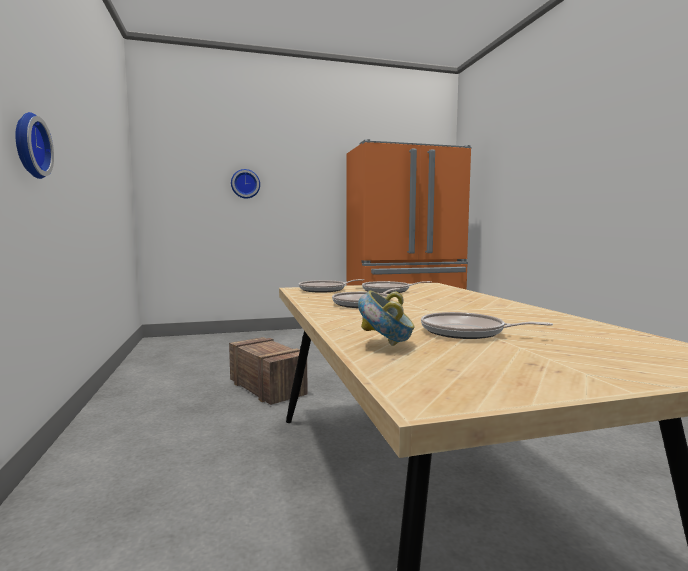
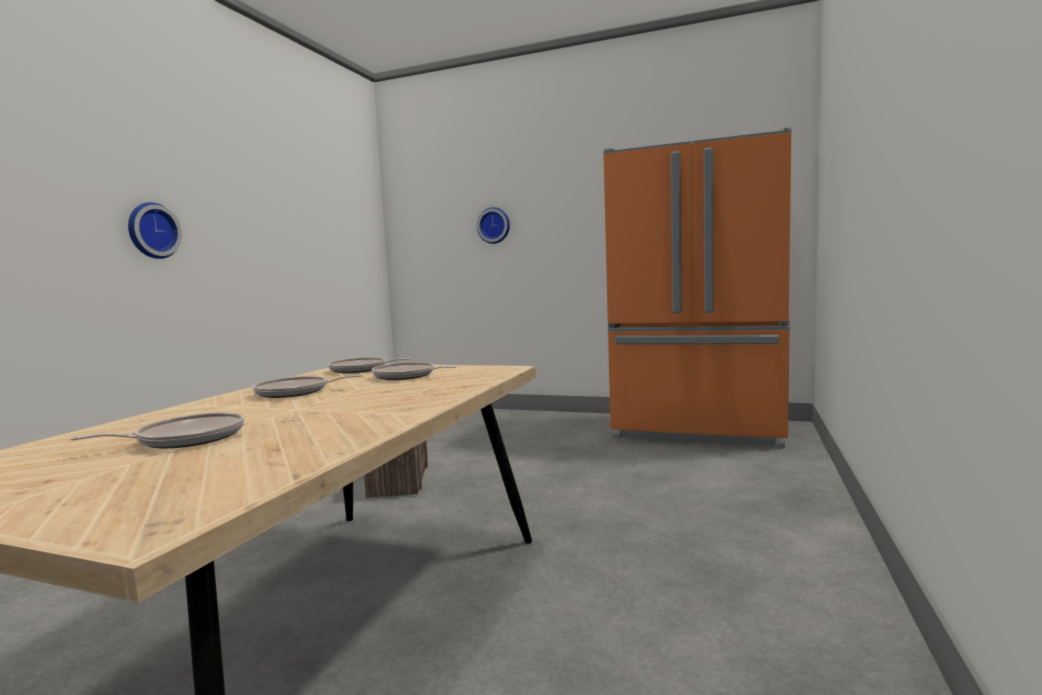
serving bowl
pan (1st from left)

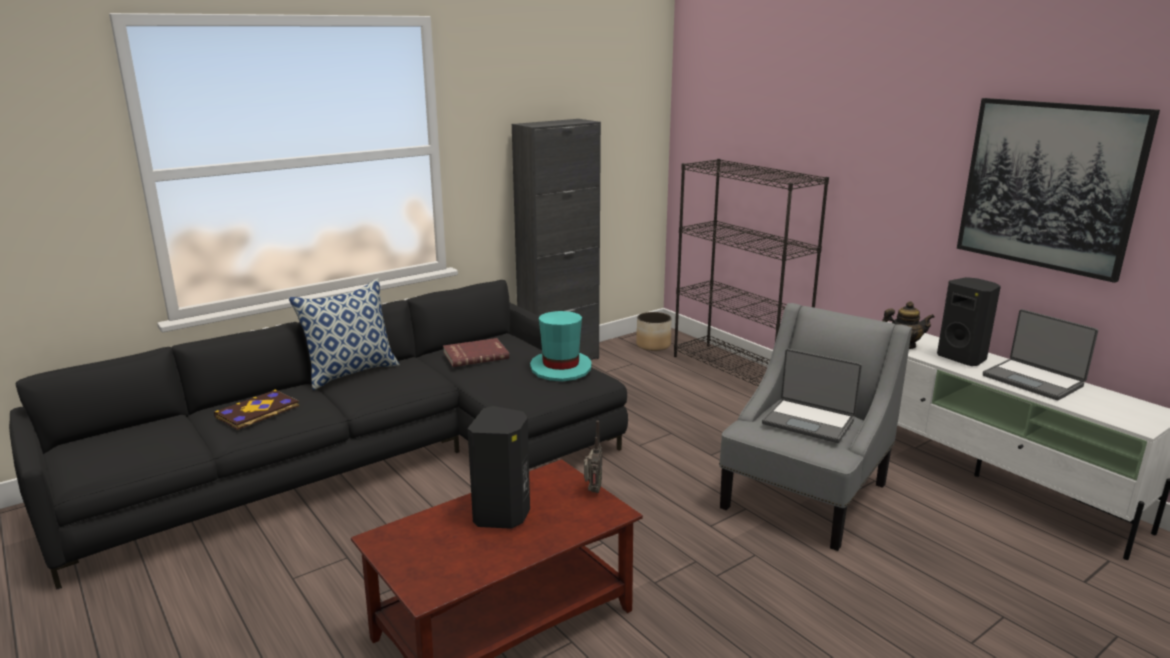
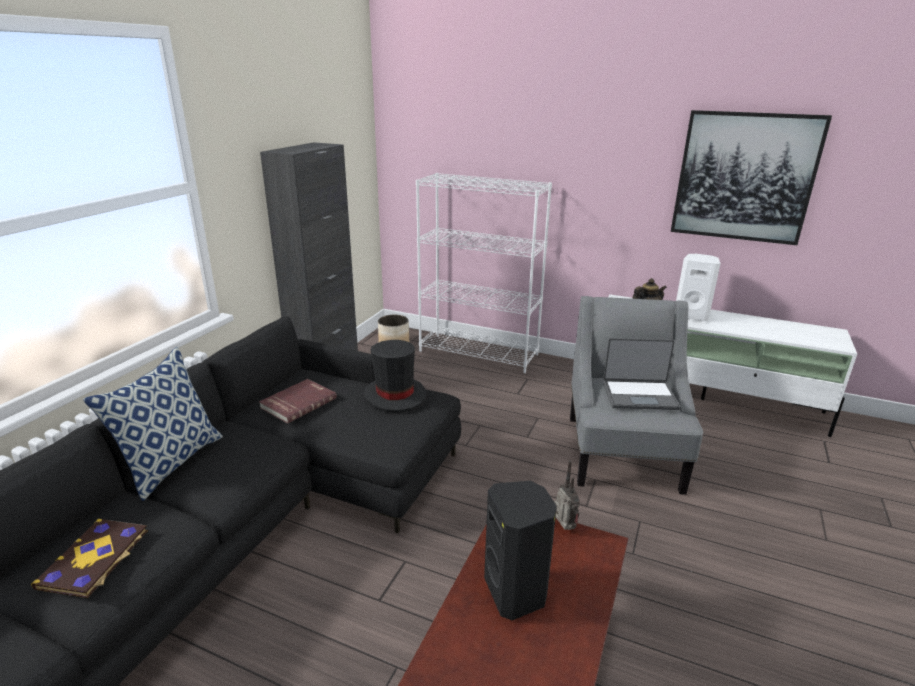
notebook computer (2nd from left in the first image)
black clothing hat
white-coloured bookshelf
white-coloured audio speaker

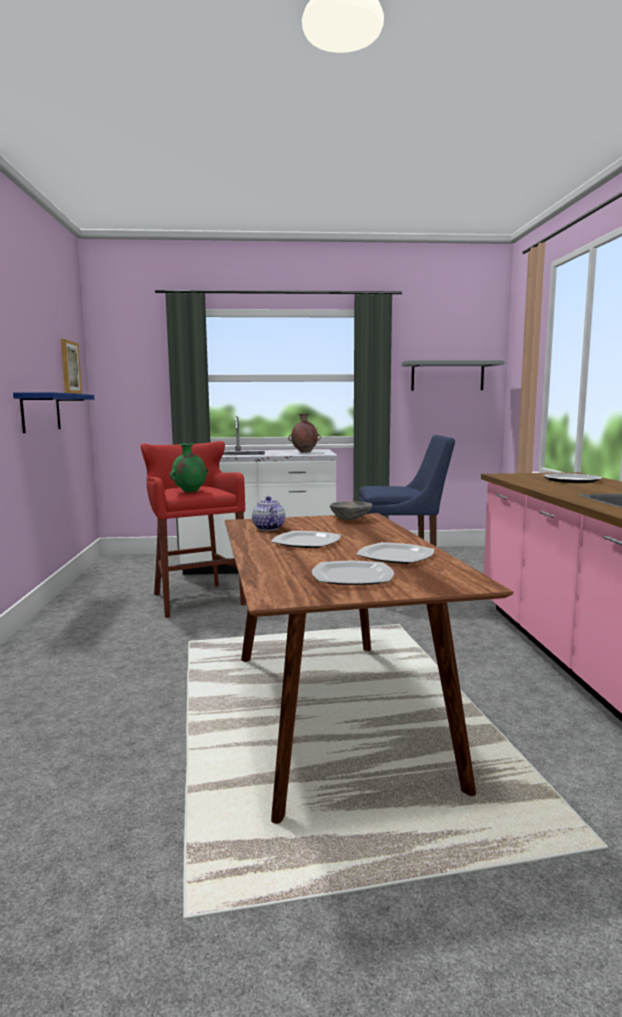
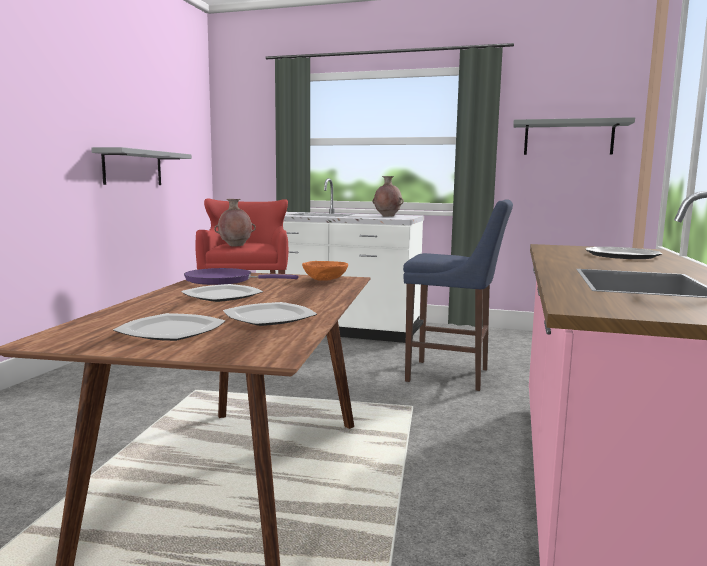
picture
purple pan
grey shelf (1st from left)
brown decorative vase (1st from left)
orangey serving bowl

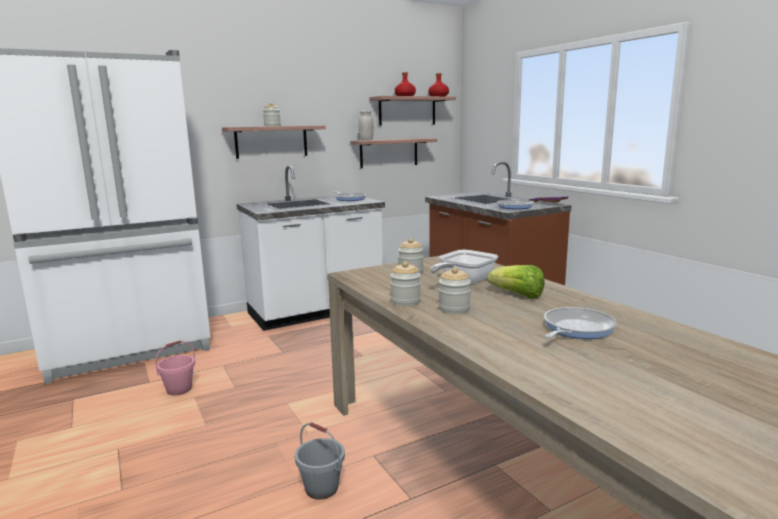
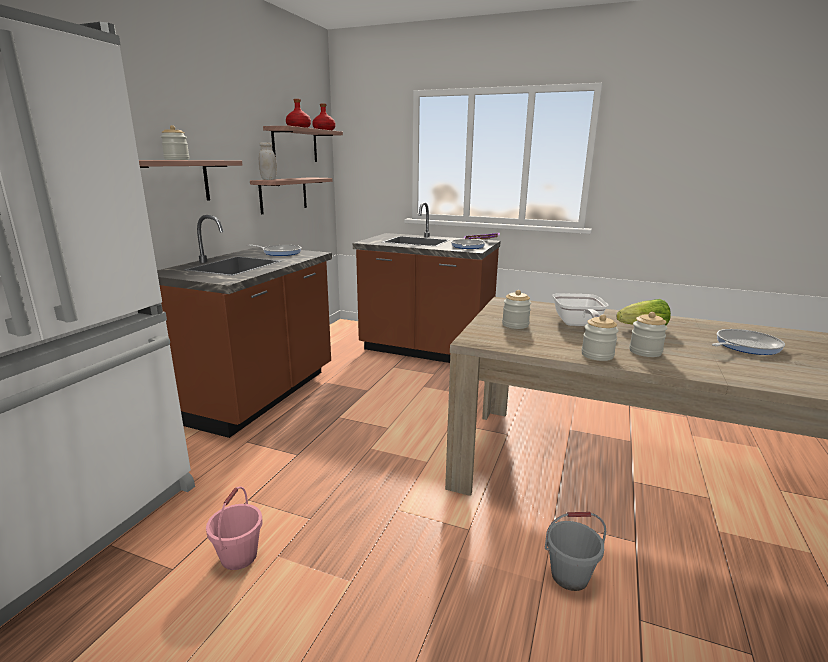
brown kitchen counter (1st from left)
pan (4th from left)

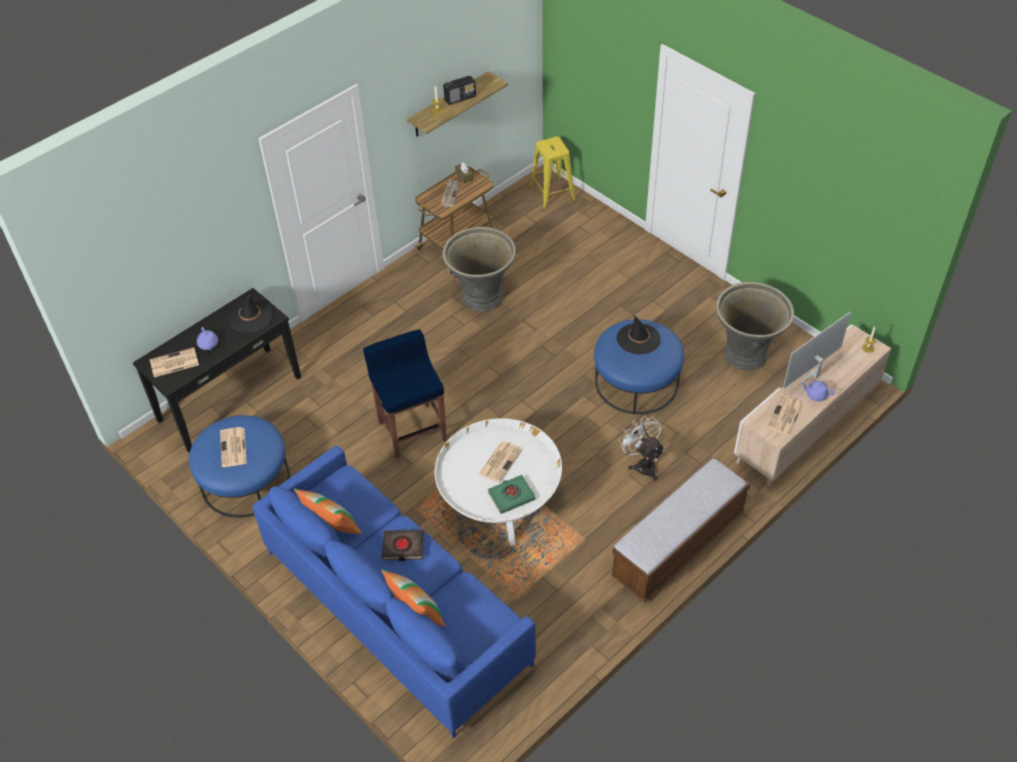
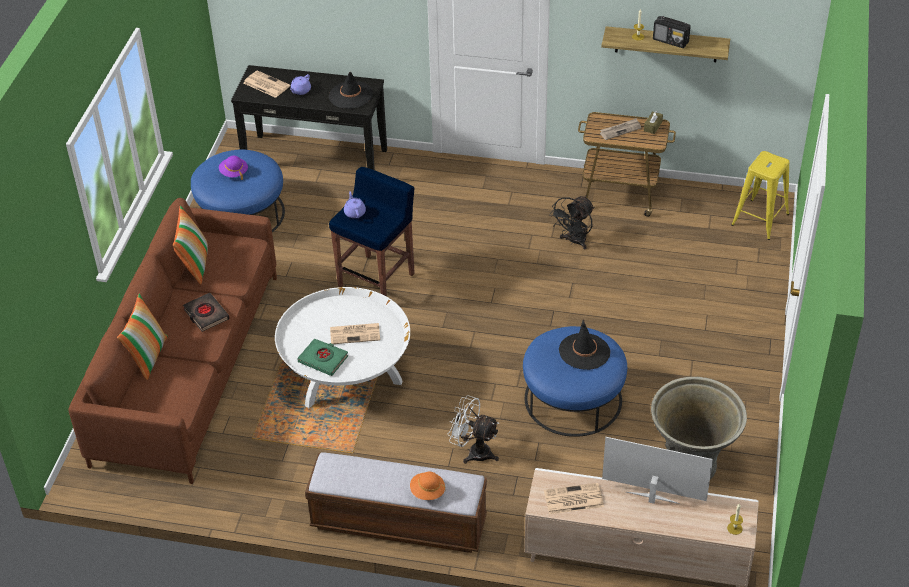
orangey clothing hat
purple tea pot (2nd from left)
purple clothing hat
black cooling fan
brown settee
white-coloured cooling fan

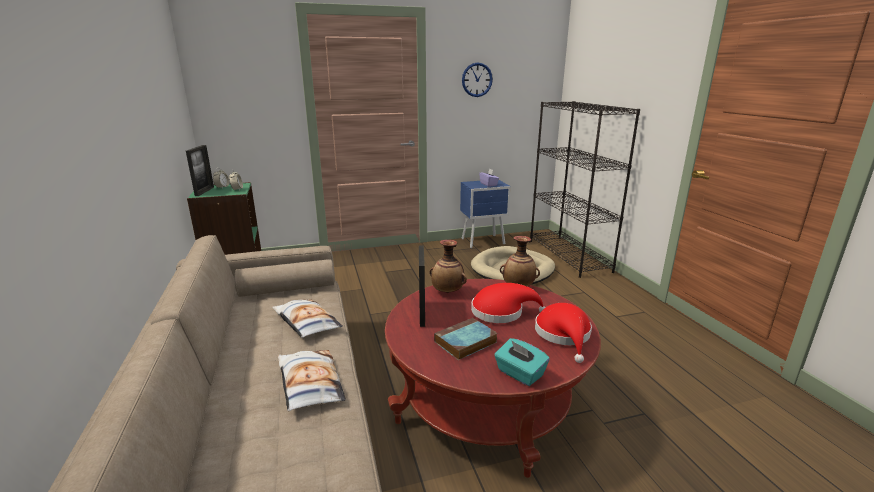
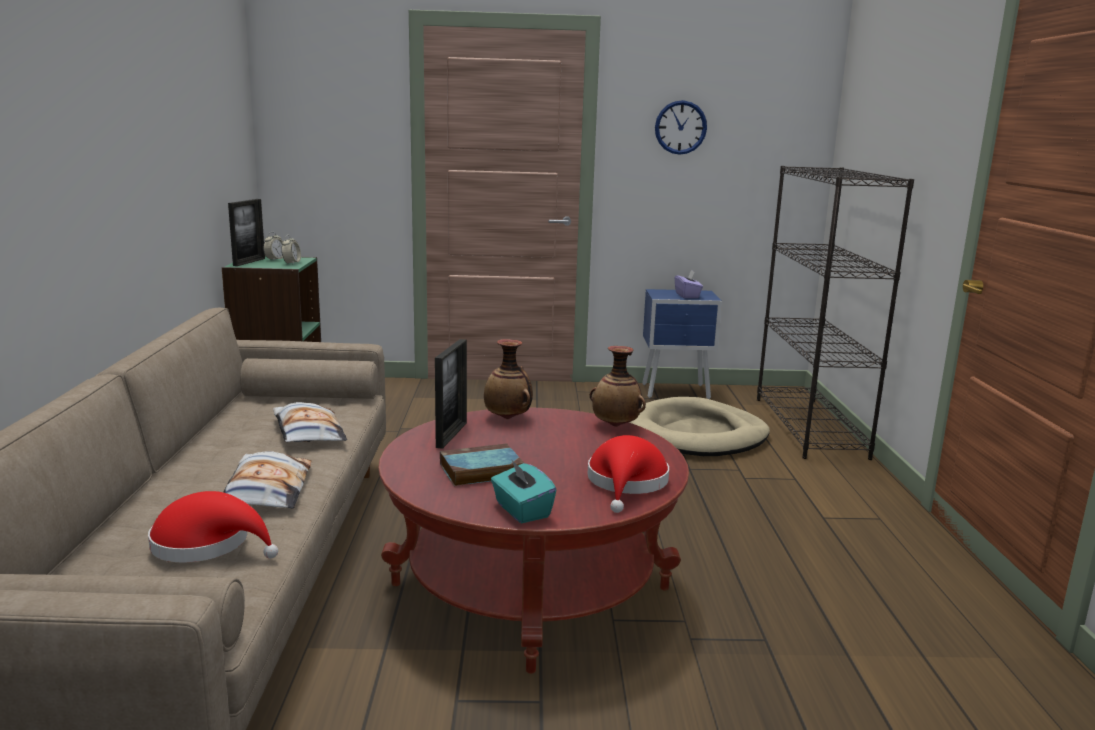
reddish clothing hat (1st from left)

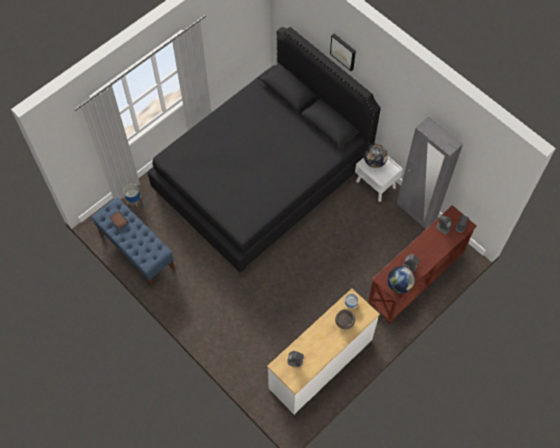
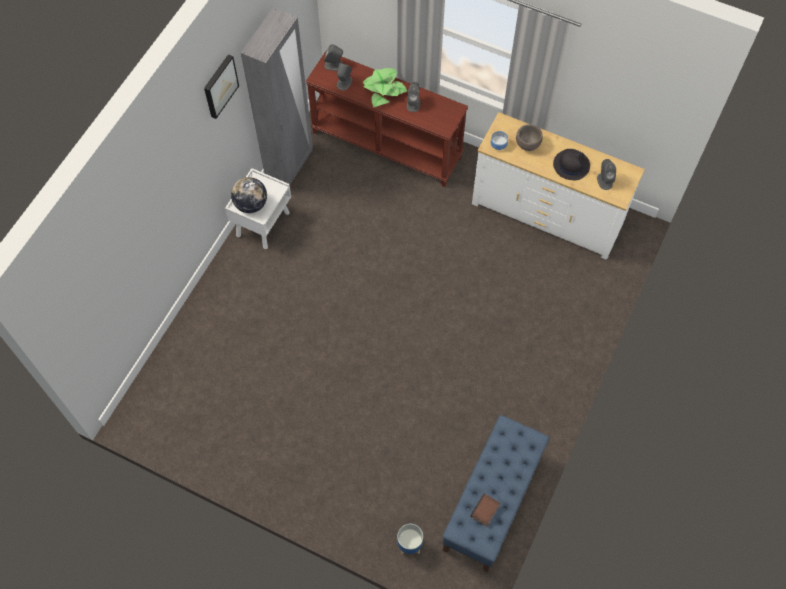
black sleeping bed
world globe (2nd from left in the first image)
potted plant
black clothing hat
picture

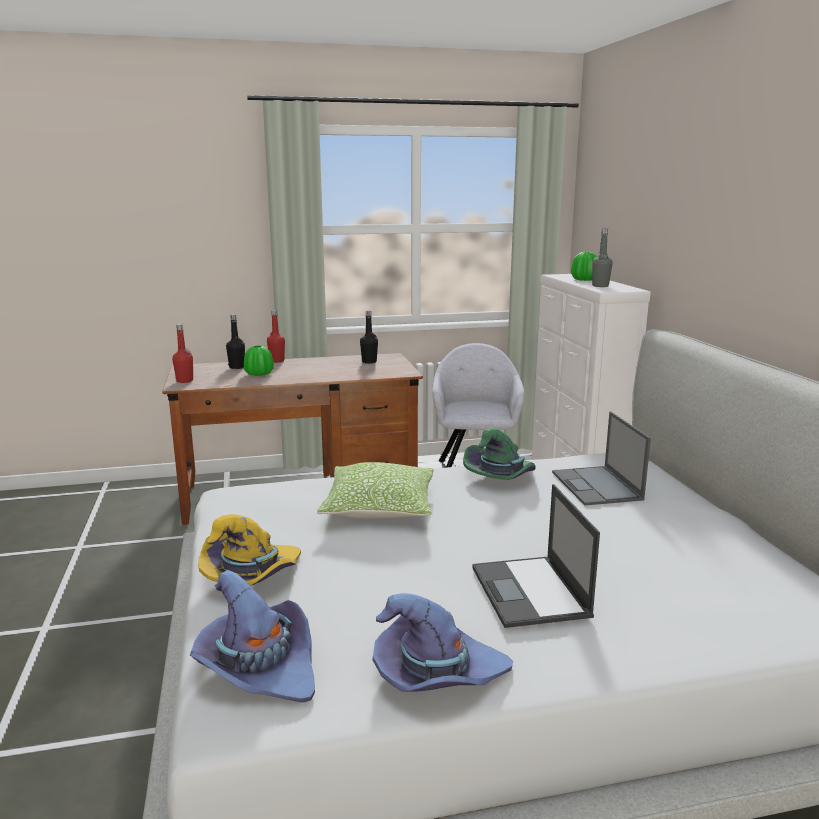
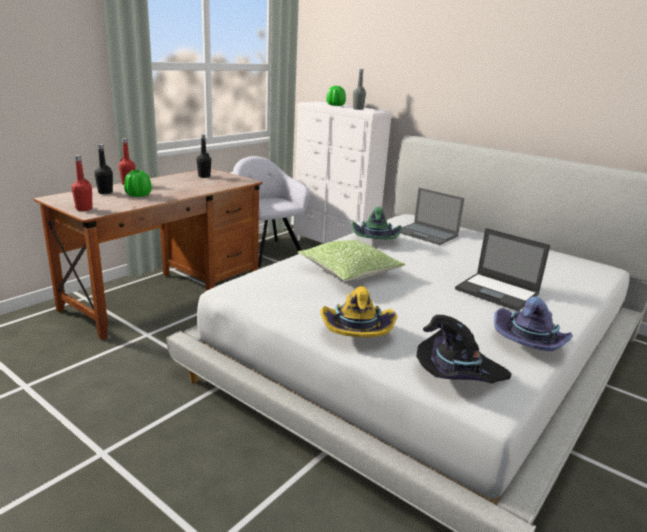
black clothing hat

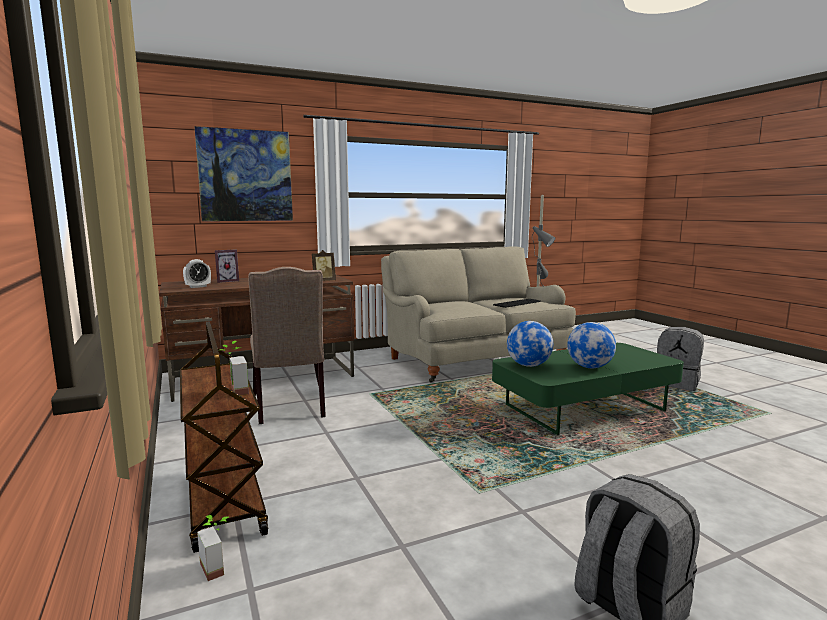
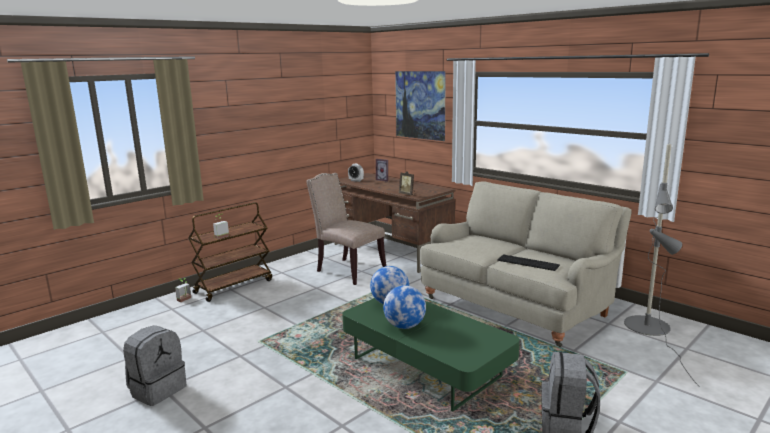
sand-coloured upright chair

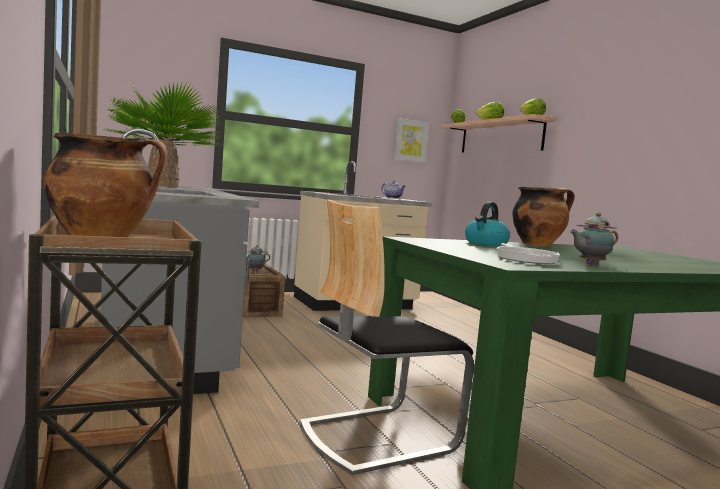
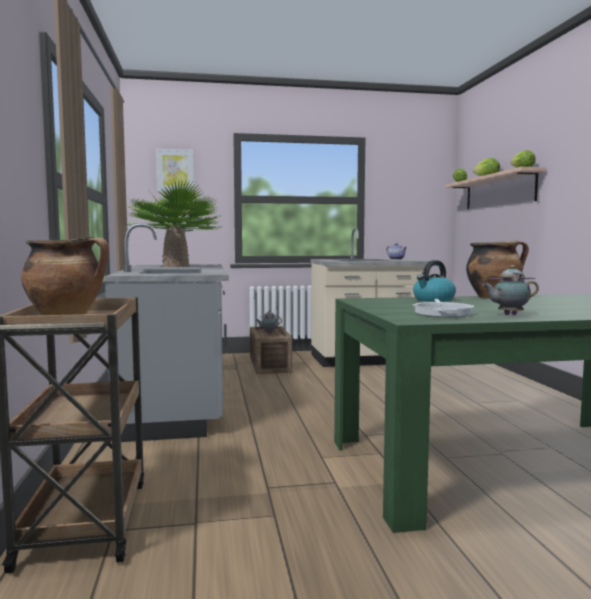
upright chair
picture

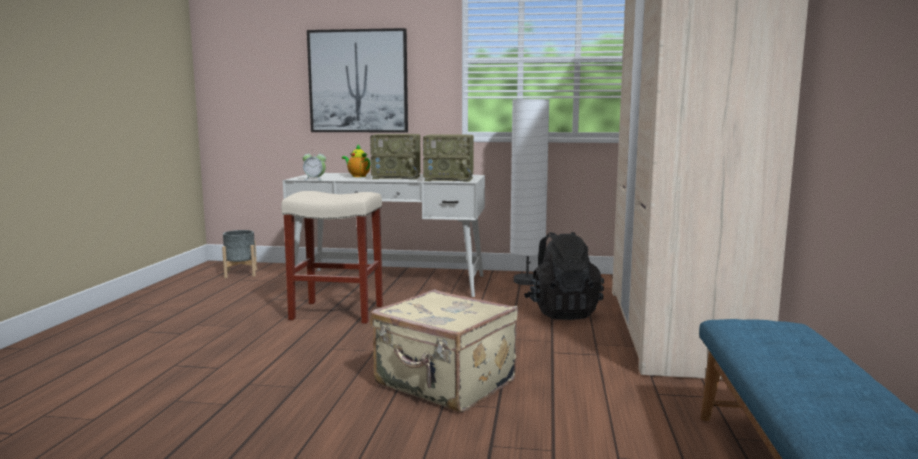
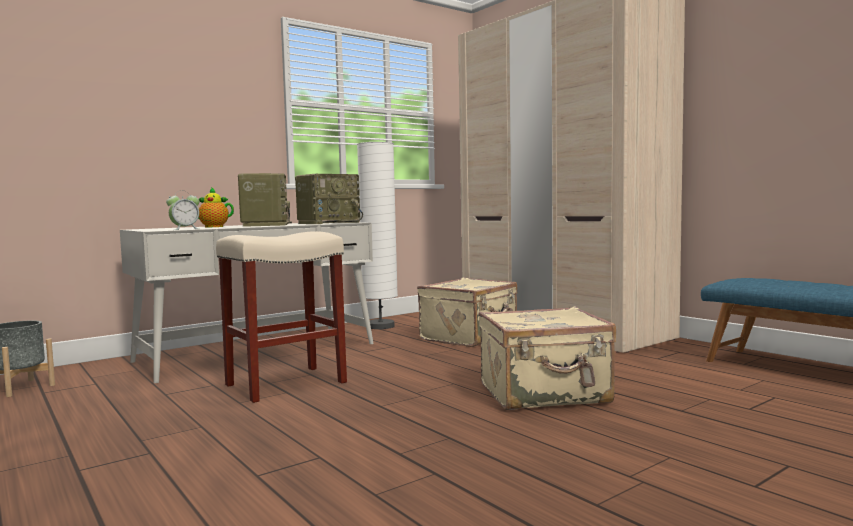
picture
sand-coloured suitcase (1st from left)
radio (1st from left)

